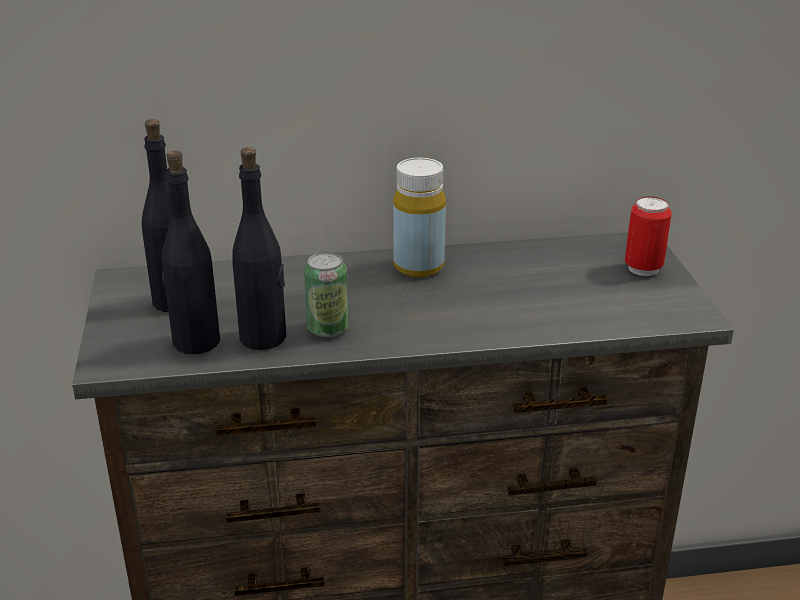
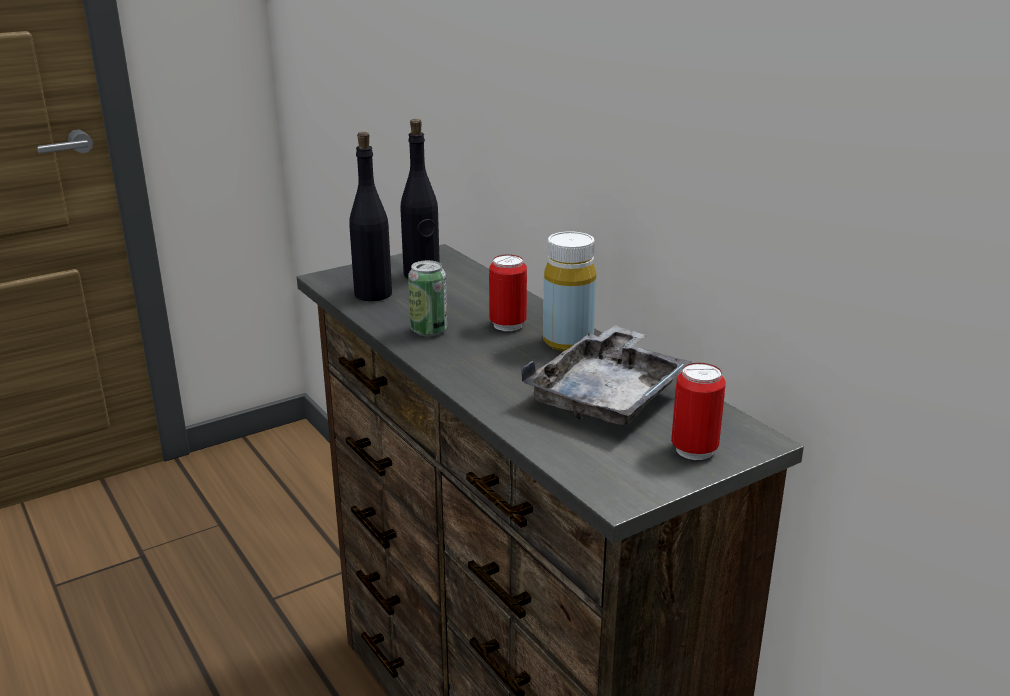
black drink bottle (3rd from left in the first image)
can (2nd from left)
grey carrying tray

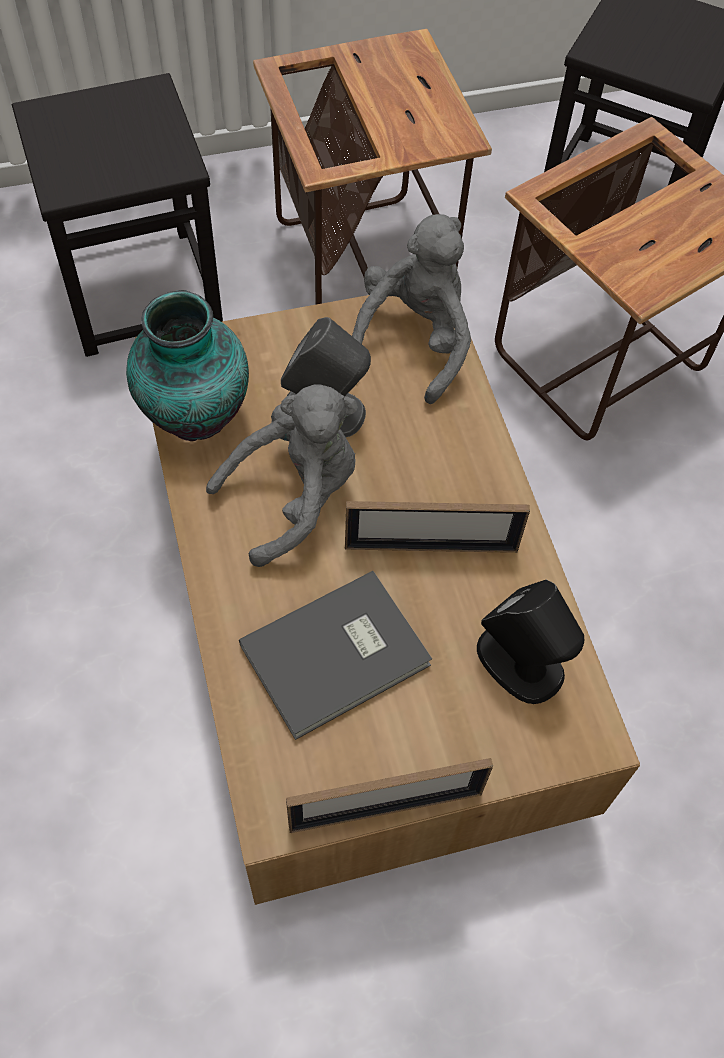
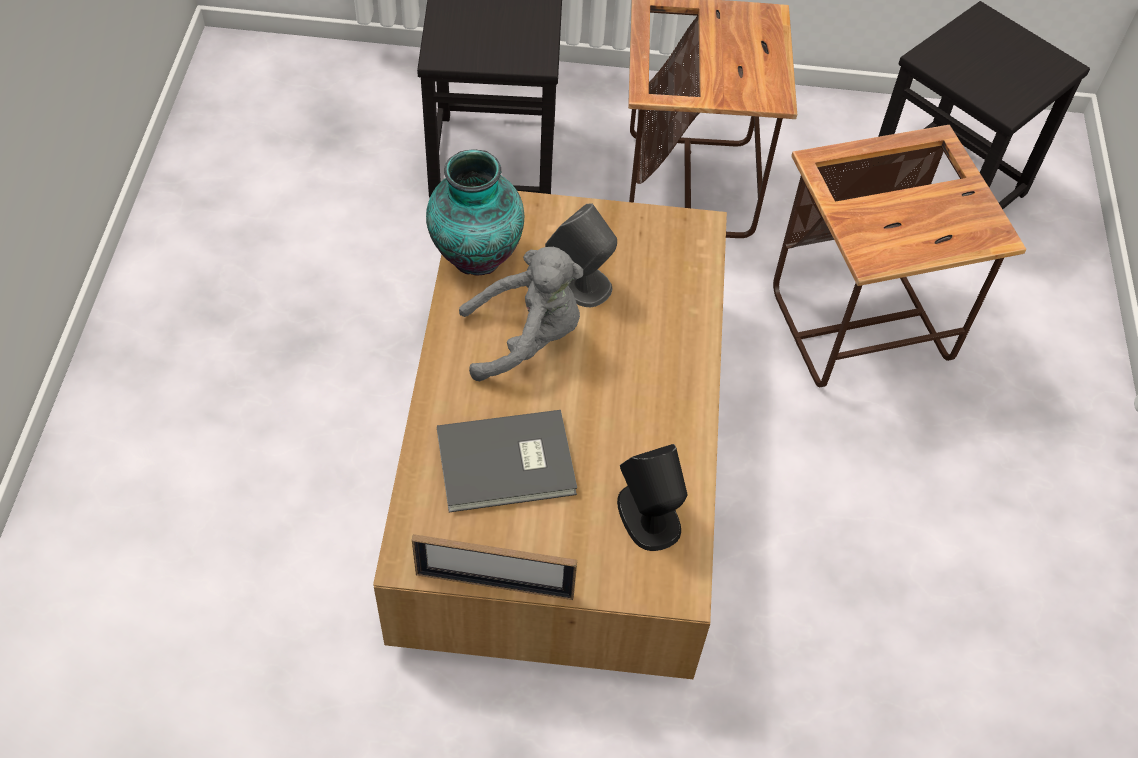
standing frame (2nd from left in the first image)
grey cuddly toy (2nd from left in the first image)

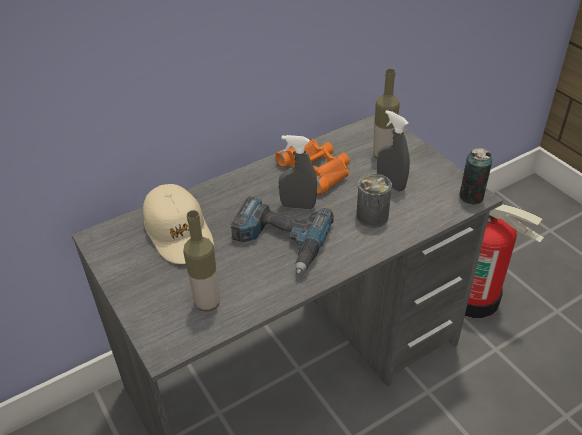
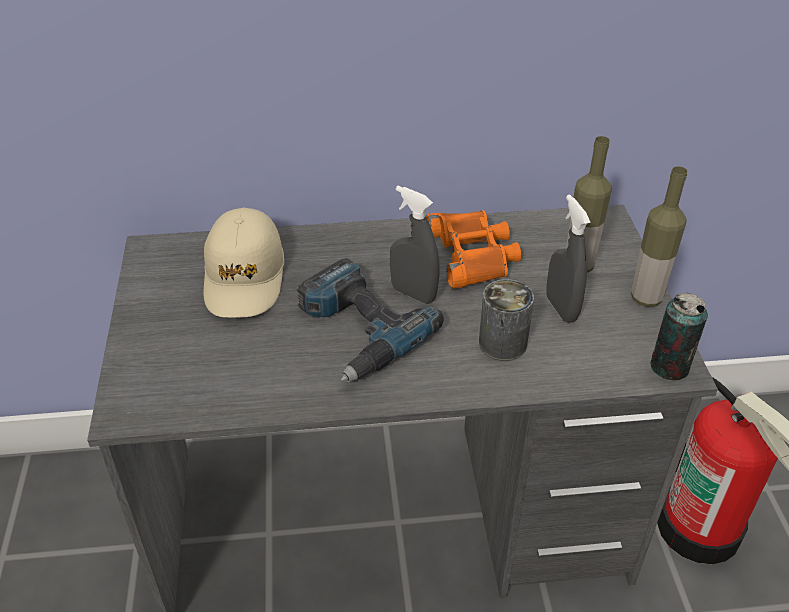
drink bottle (2nd from left)

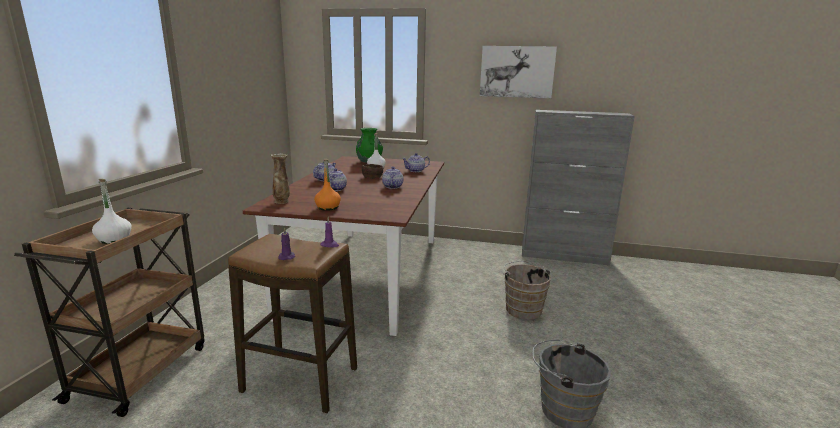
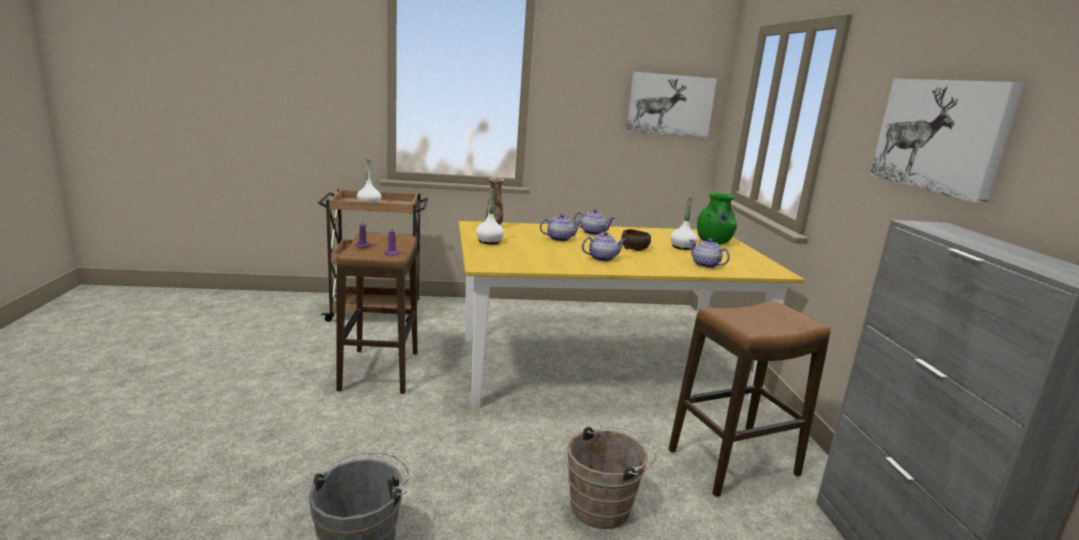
picture (1st from left)
sitting stool (2nd from left)
yellow kitchen table
white-coloured drink bottle (2nd from left)

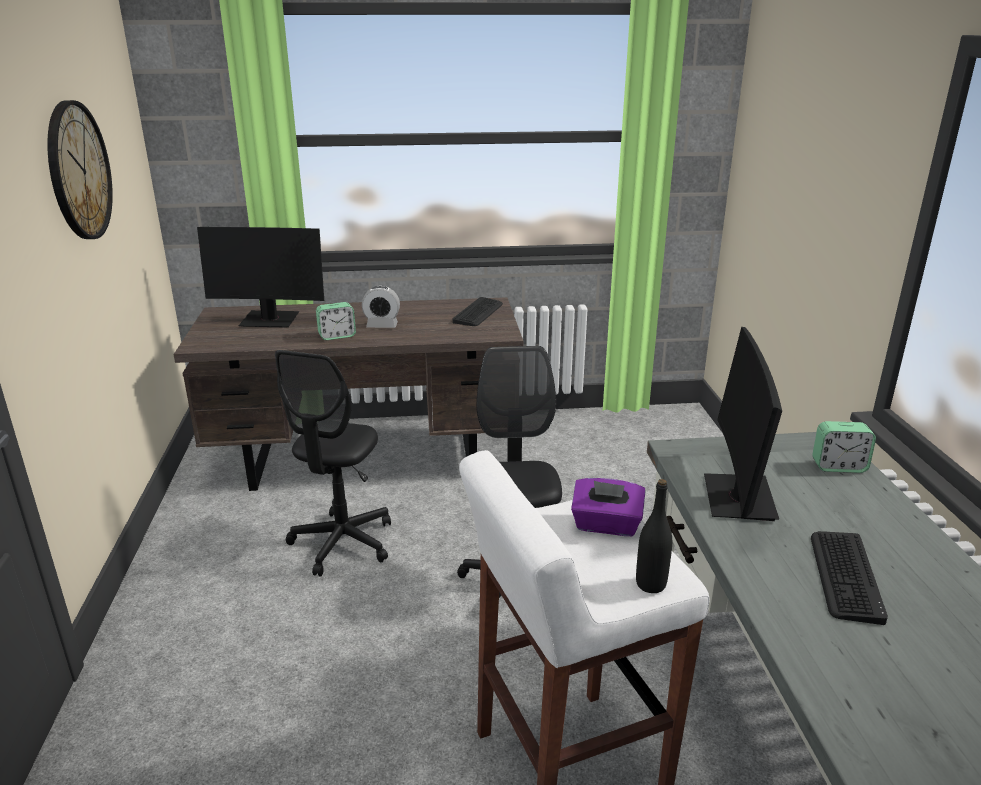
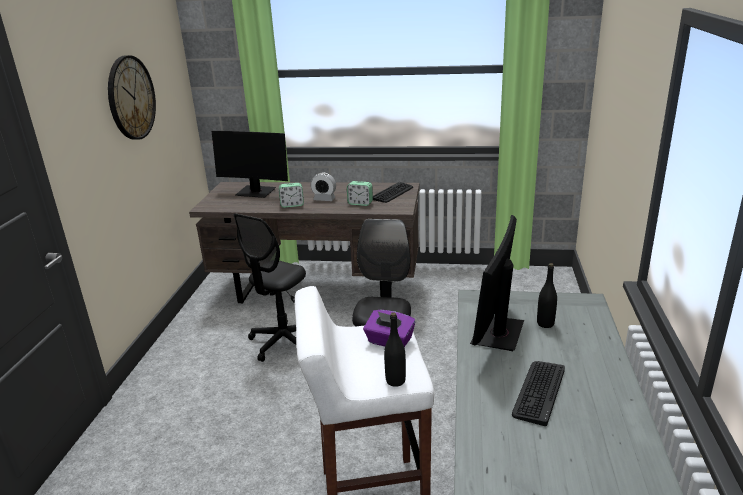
black drink bottle (2nd from left)
alarm clock (3rd from left)

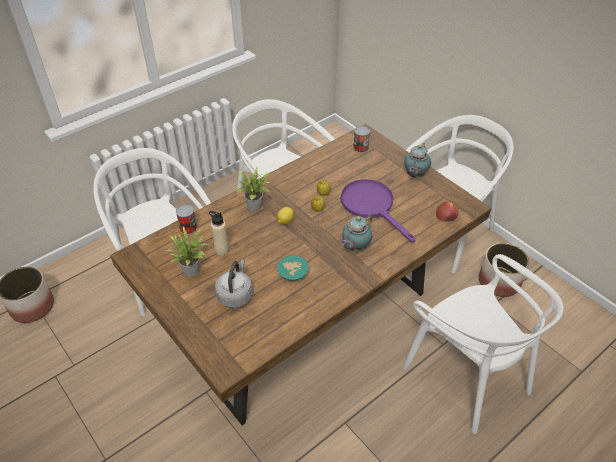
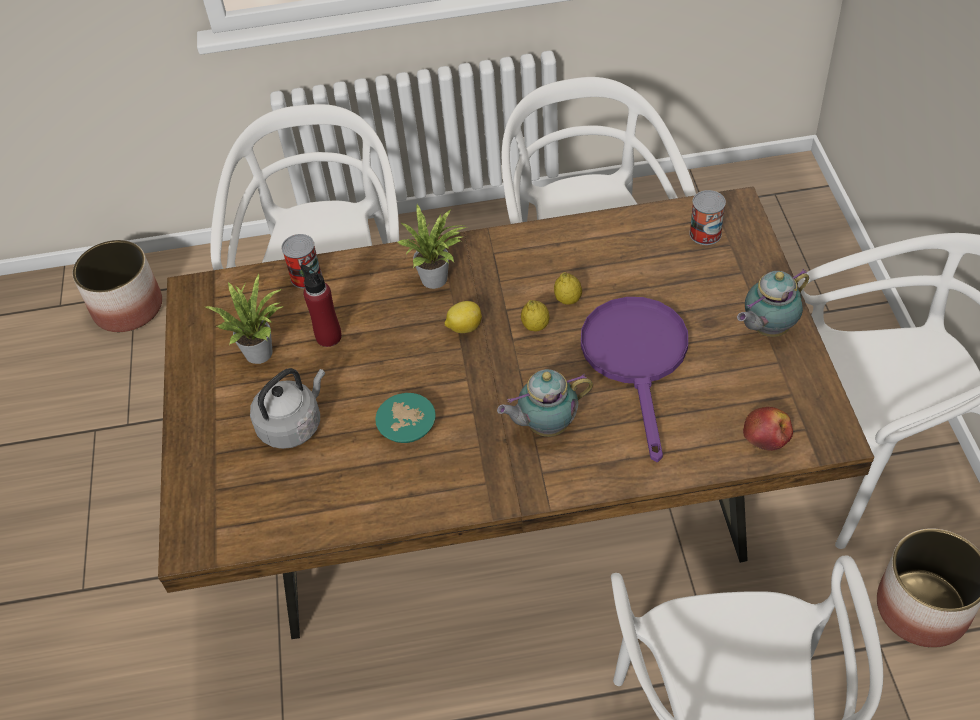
reddish drink bottle

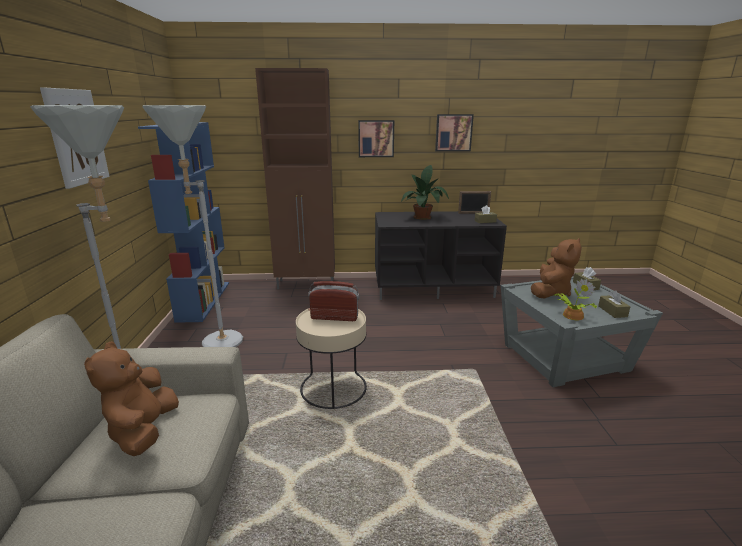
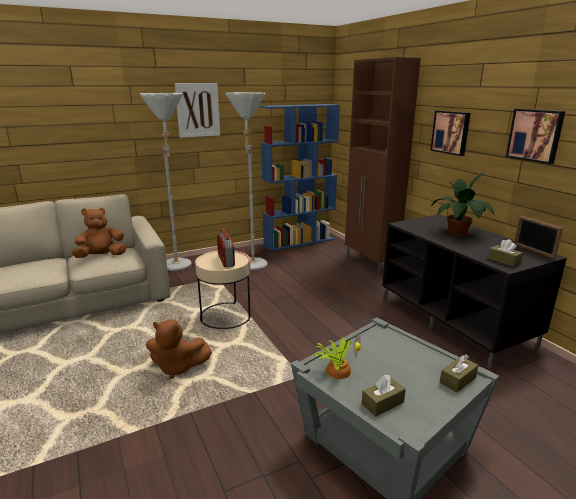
brown cuddly toy (2nd from left)

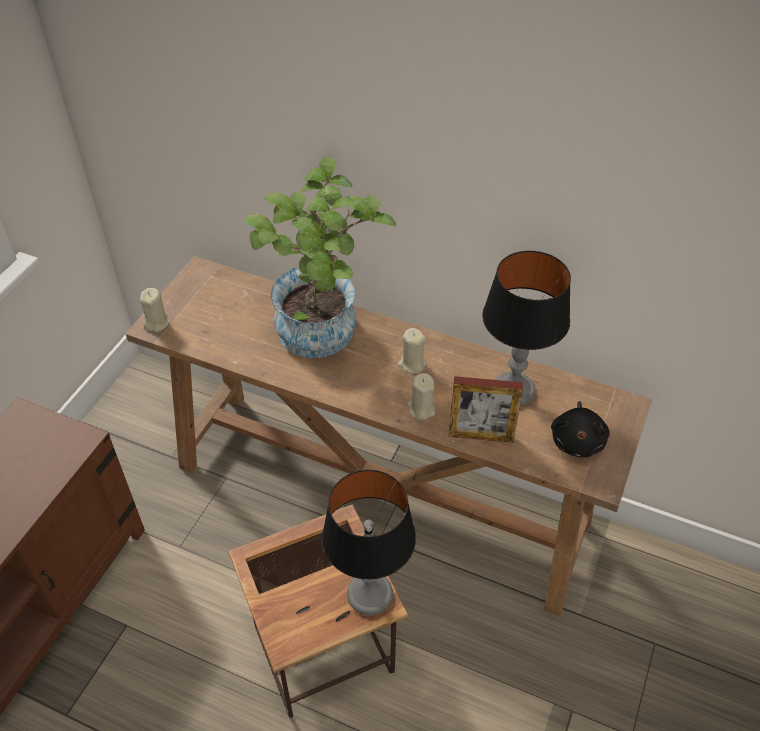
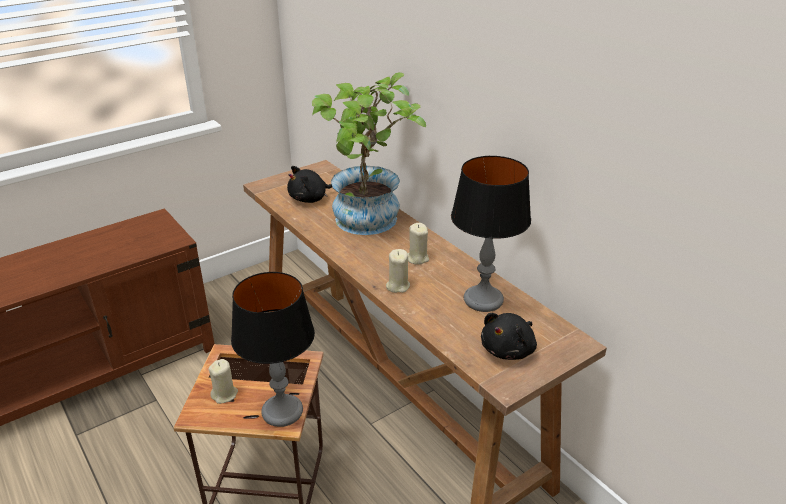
standing frame
black cuddly toy (1st from left)
sand-coloured wax candle (1st from left)

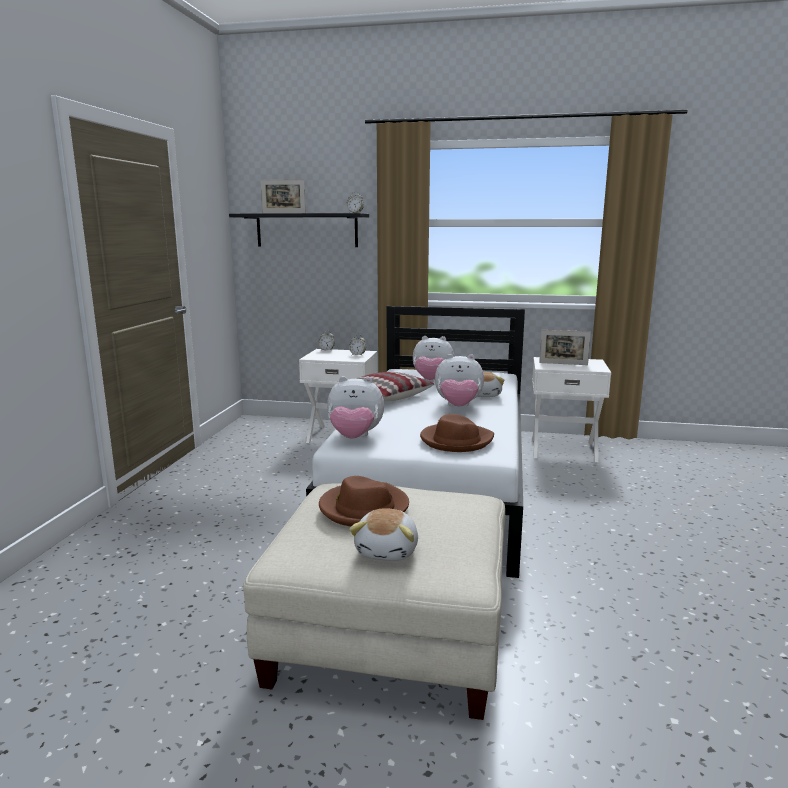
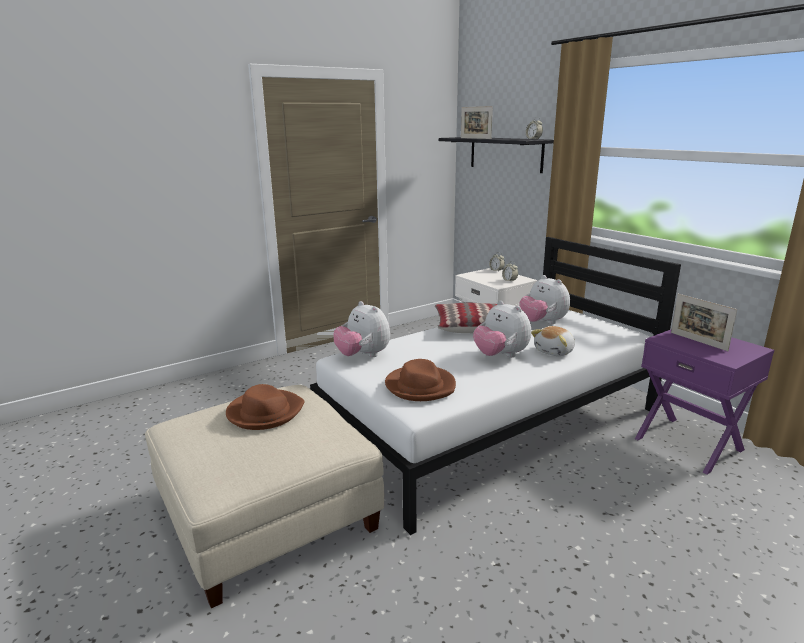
cuddly toy (2nd from left in the first image)
purple bedside table

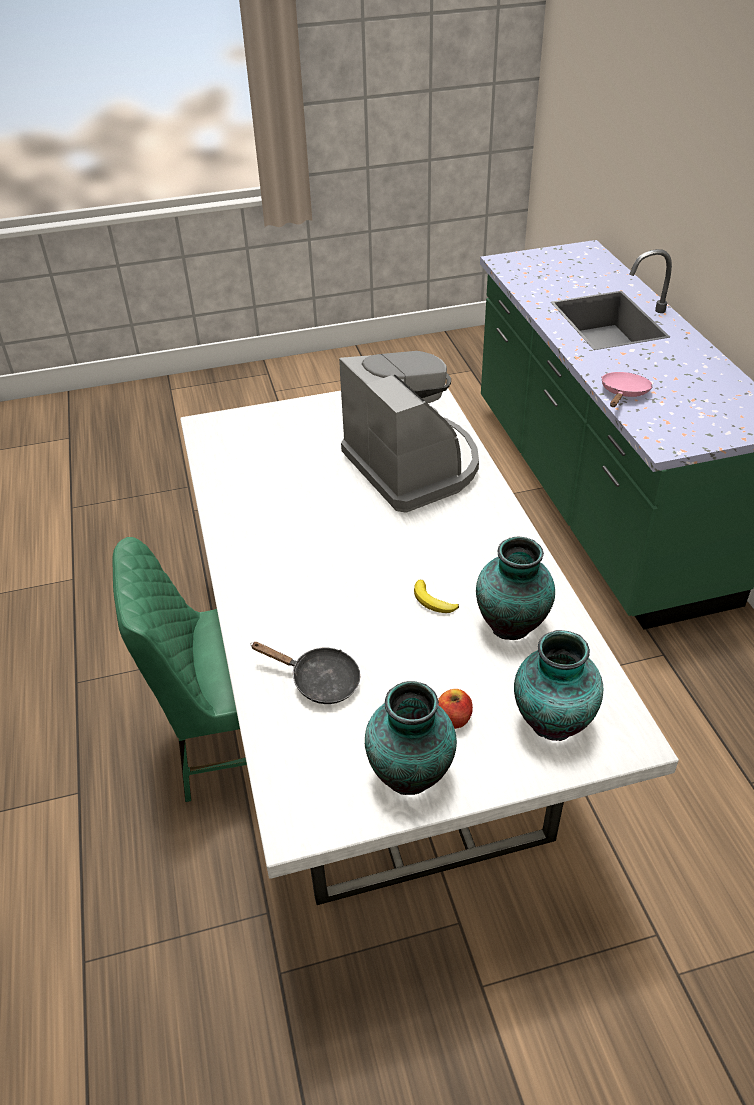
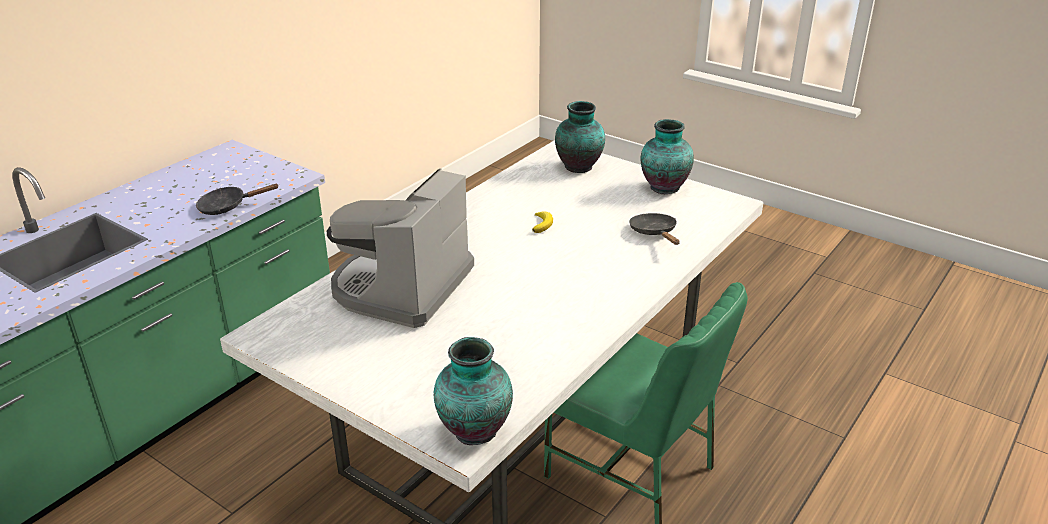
whole apple
decorative vase (1st from left)
black pan (1st from left)

